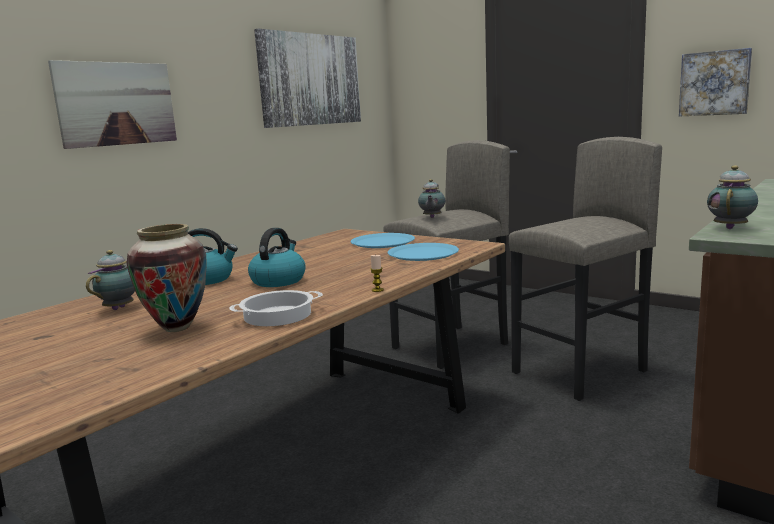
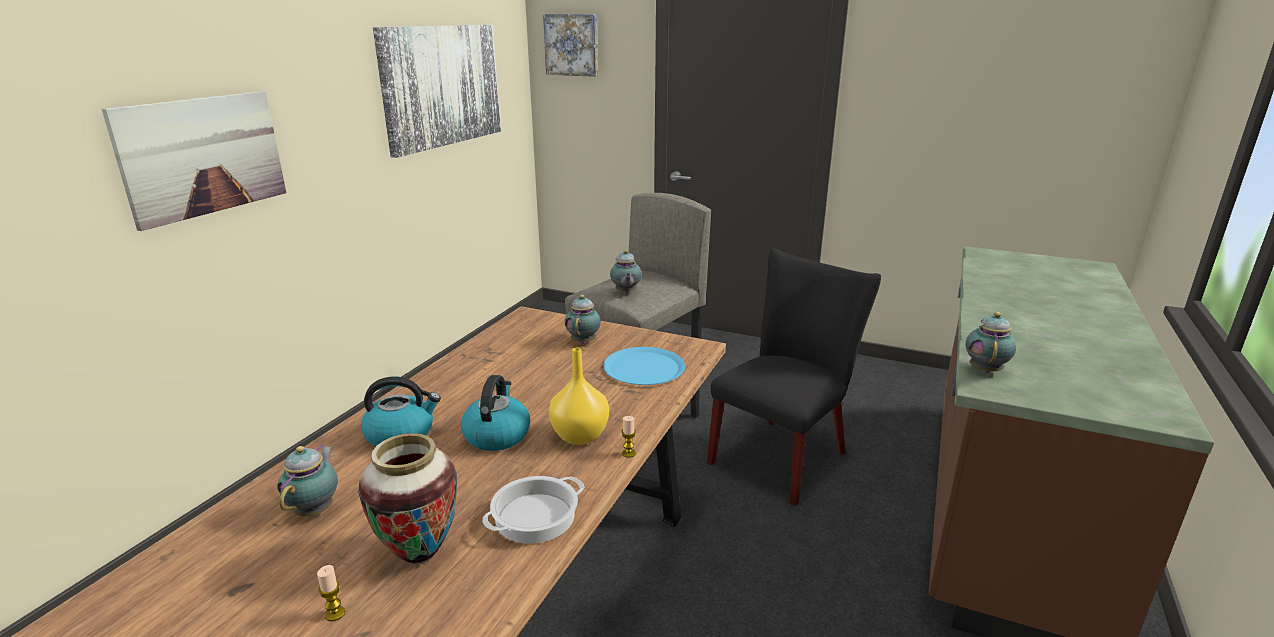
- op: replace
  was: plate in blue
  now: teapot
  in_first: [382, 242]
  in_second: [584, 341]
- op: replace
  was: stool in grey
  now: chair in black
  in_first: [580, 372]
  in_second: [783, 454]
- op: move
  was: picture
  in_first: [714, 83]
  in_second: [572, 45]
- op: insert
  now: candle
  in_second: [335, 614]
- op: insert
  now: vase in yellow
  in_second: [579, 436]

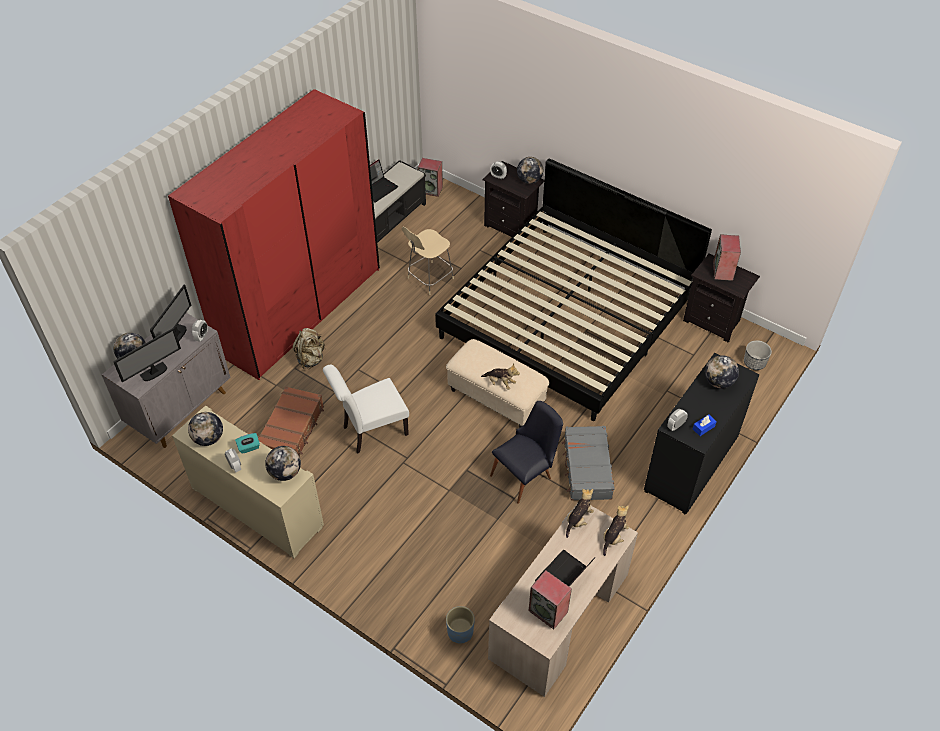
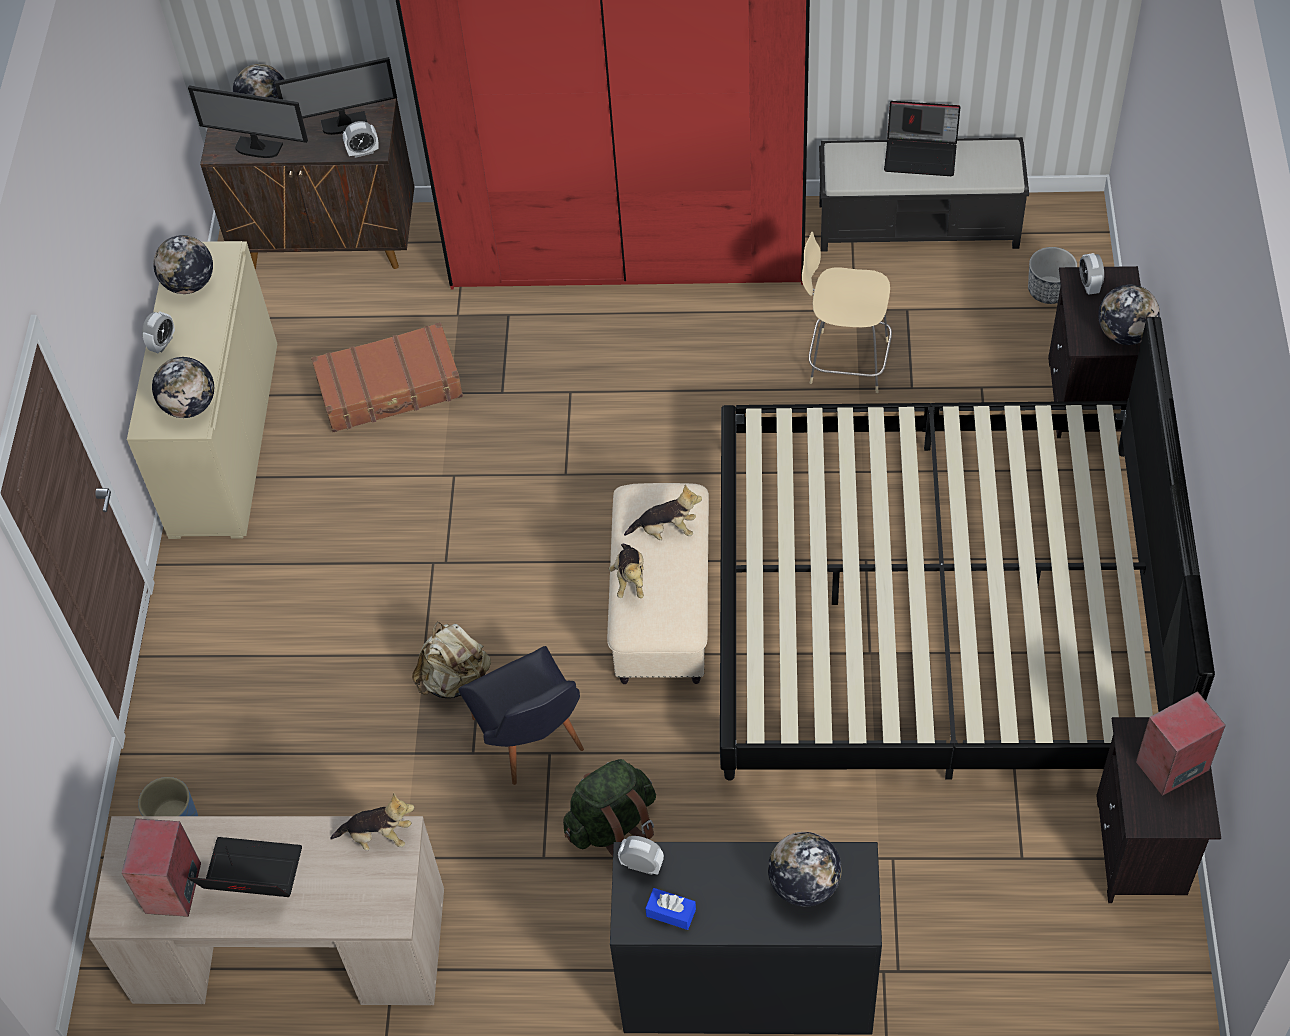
- op: recolor
  was: cabinet in grey
  now: cabinet in brown
  in_first: [181, 409]
  in_second: [329, 241]
- op: delete
  was: tissue box in turquoise
  in_first: [249, 447]
- op: move
  was: backpack in beige
  in_first: [311, 359]
  in_second: [455, 679]
- op: delete
  was: chair in white
  in_first: [371, 431]
- op: delete
  was: speaker
  in_first: [431, 189]
- op: rotate
  was: chair in black
  in_first: [526, 474]
  in_second: [532, 743]
  clockwise: 45
- op: replace
  was: suitcase in grey
  now: backpack in green
  in_first: [586, 468]
  in_second: [612, 825]
- op: move
  was: plush toy
  in_first: [614, 536]
  in_second: [666, 530]
- op: move
  was: planter
  in_first: [754, 363]
  in_second: [1049, 291]

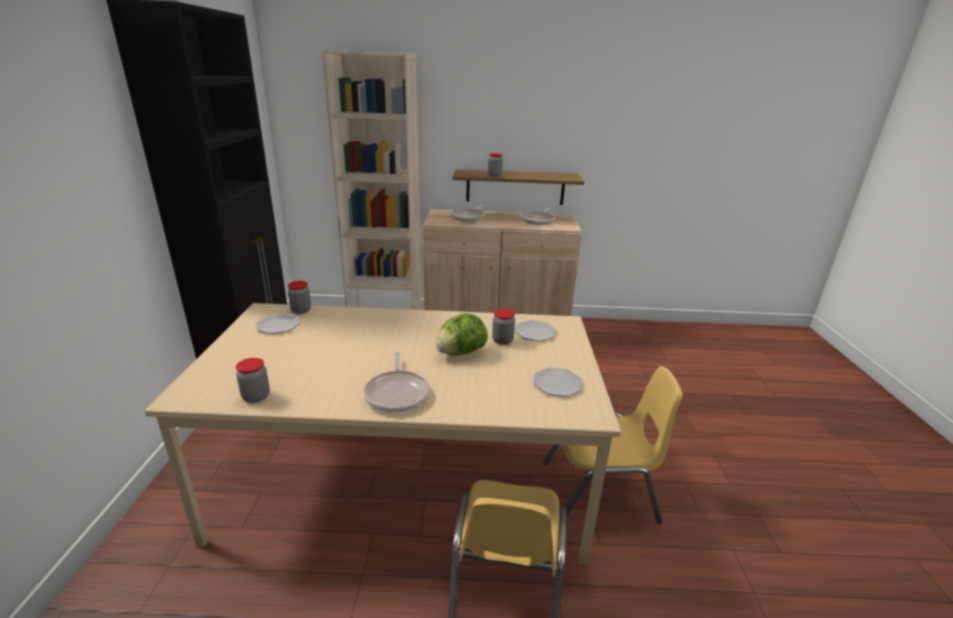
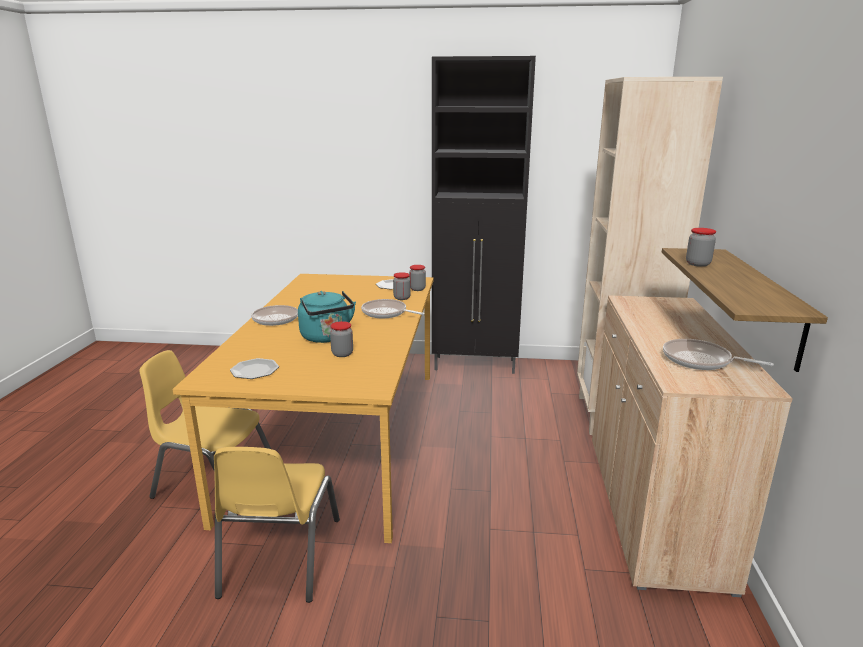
- op: recolor
  was: dining table in beige
  now: dining table in orange
  in_first: [408, 478]
  in_second: [342, 438]
- op: move
  was: jar
  in_first: [256, 396]
  in_second: [402, 298]
- op: replace
  was: lettuce
  now: kettle in turquoise
  in_first: [460, 352]
  in_second: [327, 337]
- op: move
  was: frying pan
  in_first: [468, 217]
  in_second: [386, 313]
- op: delete
  was: plate
  in_first: [535, 332]

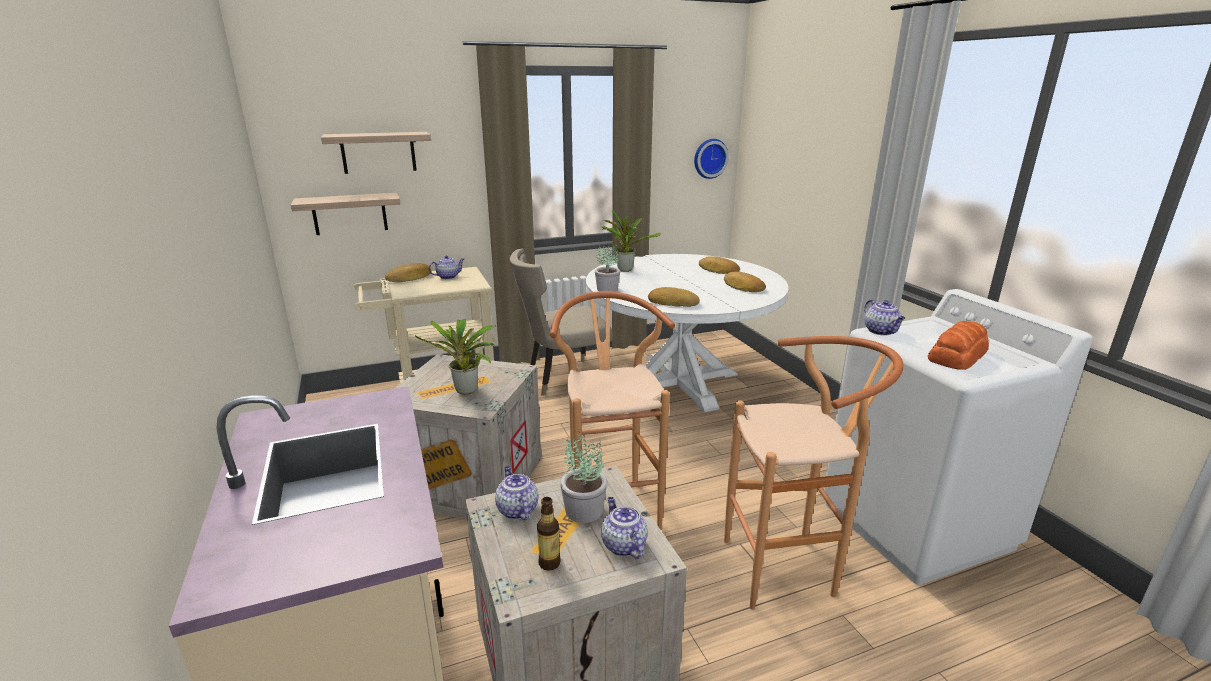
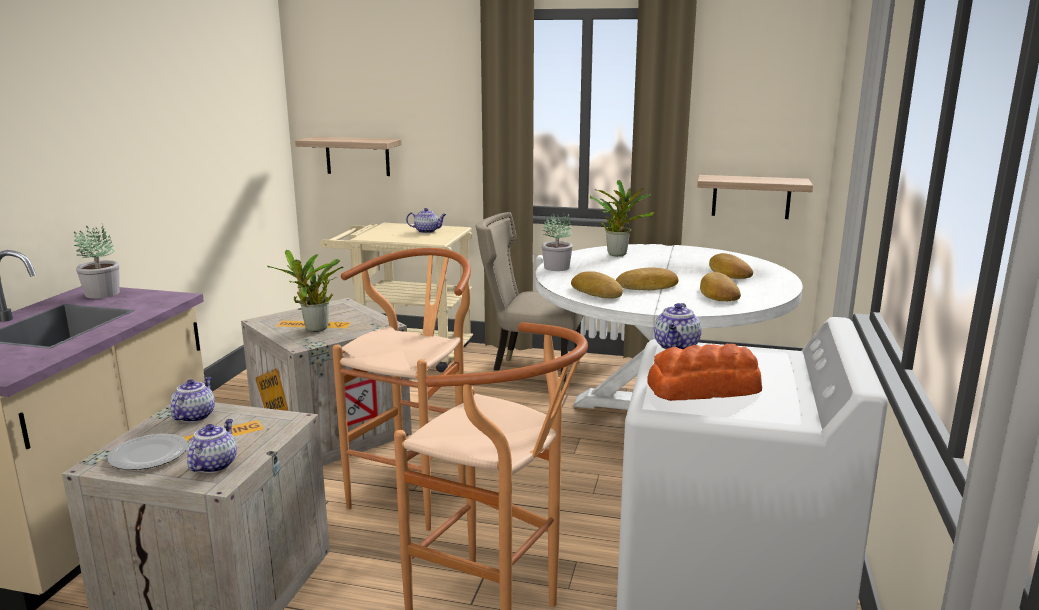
- op: move
  was: shelf
  in_first: [378, 152]
  in_second: [751, 197]
- op: move
  was: bread
  in_first: [410, 277]
  in_second: [648, 286]
- op: replace
  was: bottle
  now: plate
  in_first: [549, 563]
  in_second: [150, 455]
- op: move
  was: potted plant
  in_first: [583, 510]
  in_second: [102, 293]
- op: delete
  was: wall clock
  in_first: [709, 158]

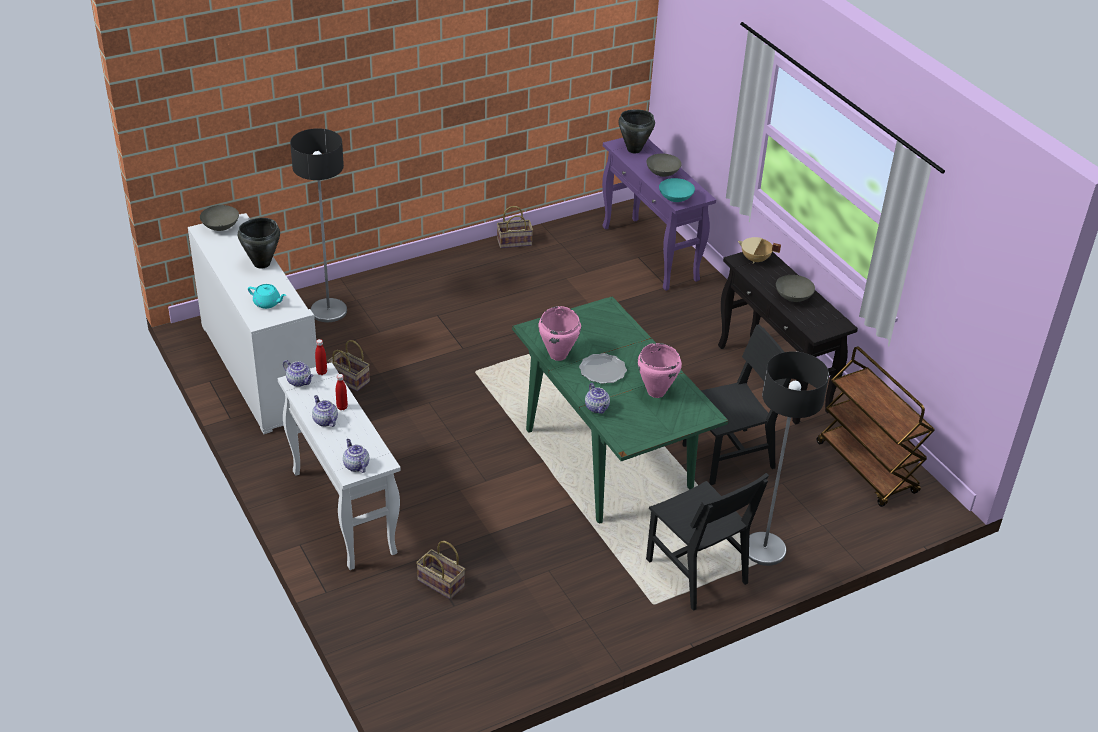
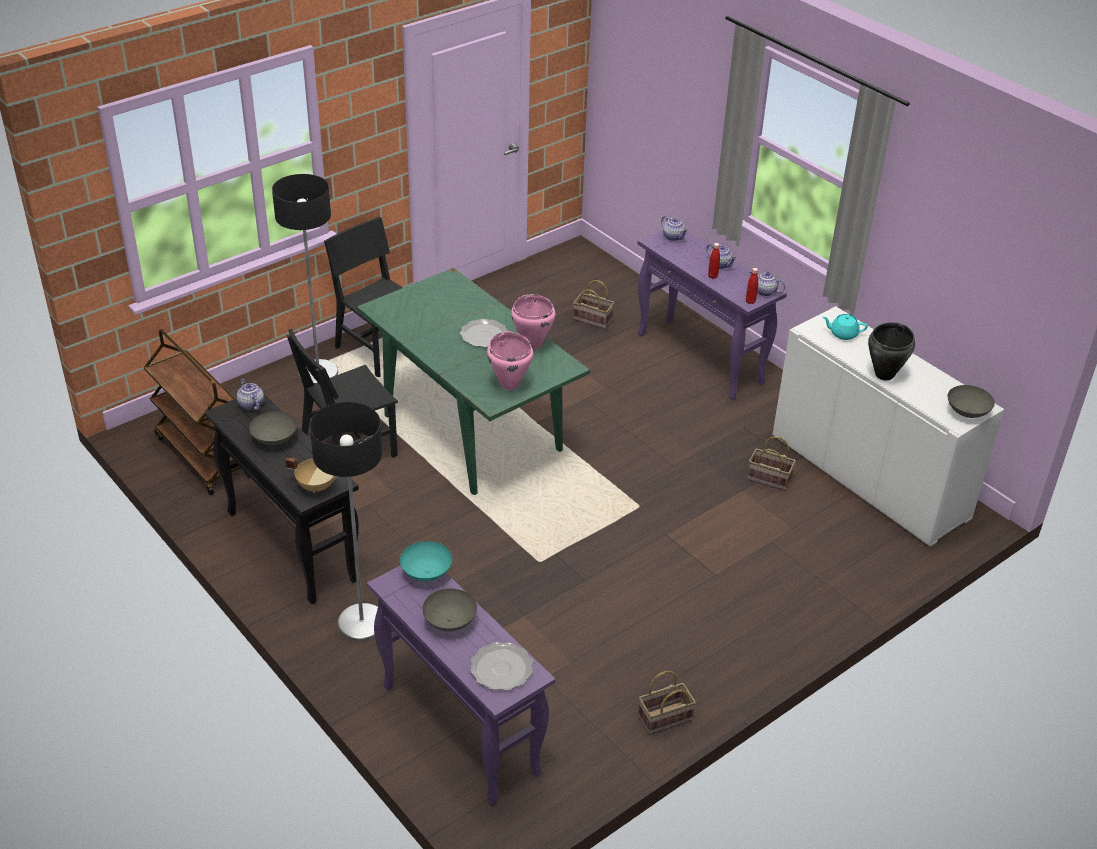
- op: recolor
  was: console table in white
  now: console table in purple
  in_first: [342, 511]
  in_second: [701, 359]
- op: move
  was: floor lamp
  in_first: [329, 311]
  in_second: [361, 623]
- op: move
  was: teapot
  in_first: [597, 408]
  in_second: [250, 404]
- op: replace
  was: cooking pot in black
  now: plate
  in_first: [633, 149]
  in_second: [502, 669]
- op: move
  was: cooking pot in pink
  in_first: [656, 392]
  in_second: [510, 384]

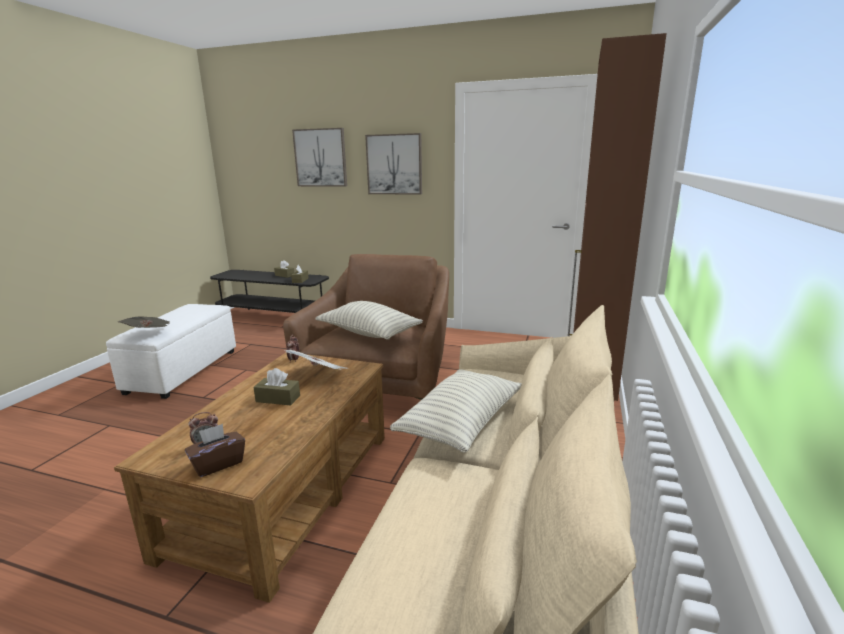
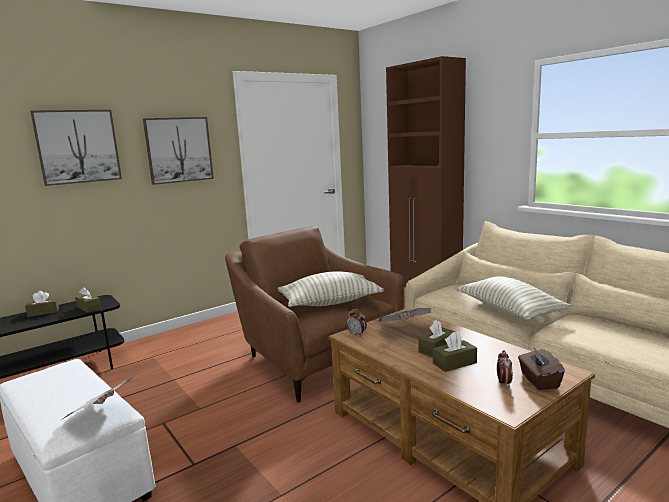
- op: insert
  now: tissue box in brown
  in_second: [454, 363]

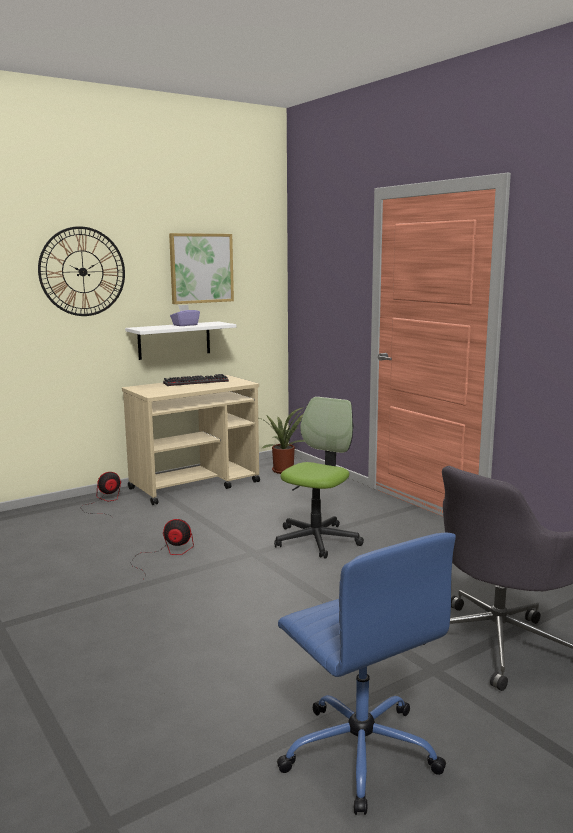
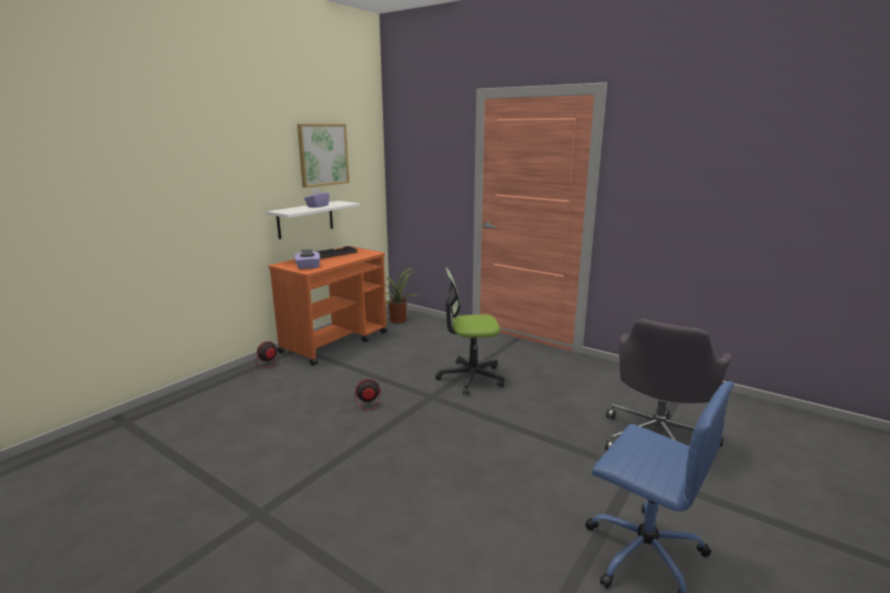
- op: delete
  was: wall clock
  in_first: [82, 271]
- op: recolor
  was: cart in beige
  now: cart in orange
  in_first: [195, 485]
  in_second: [335, 342]
- op: rotate
  was: office chair
  in_first: [317, 540]
  in_second: [470, 377]
  clockwise: -105
- op: insert
  now: tissue box in purple
  in_second: [308, 267]

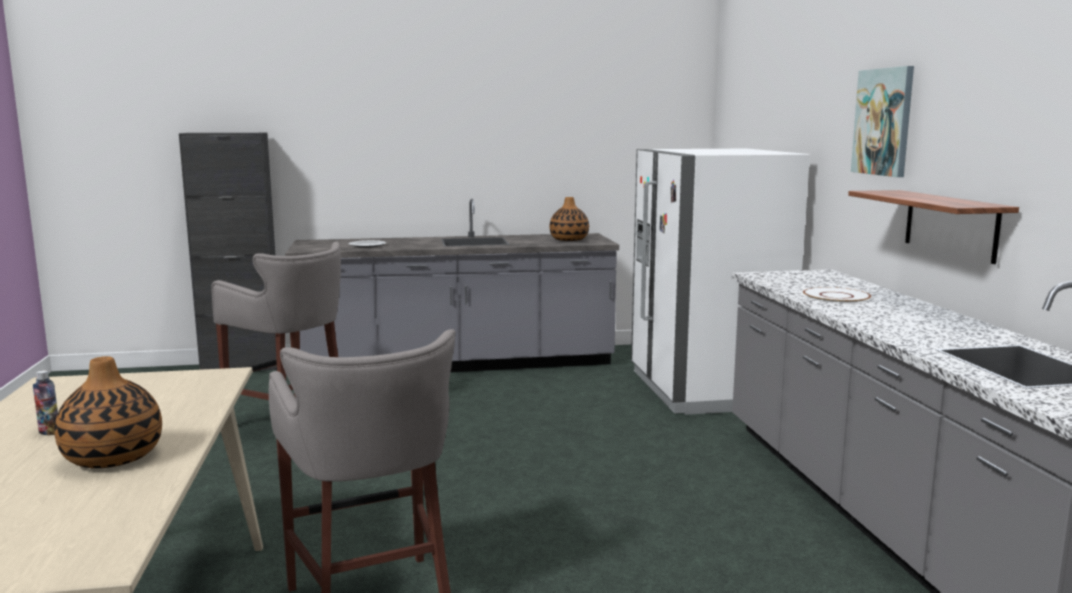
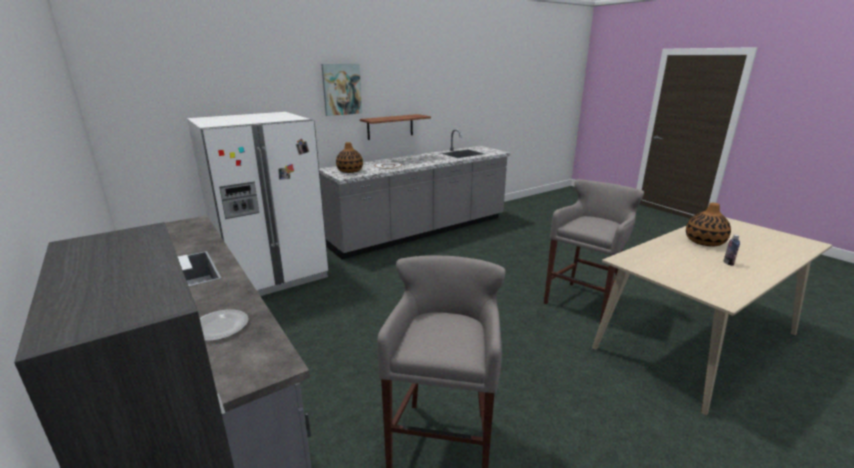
- op: move
  was: vase
  in_first: [569, 239]
  in_second: [350, 171]

